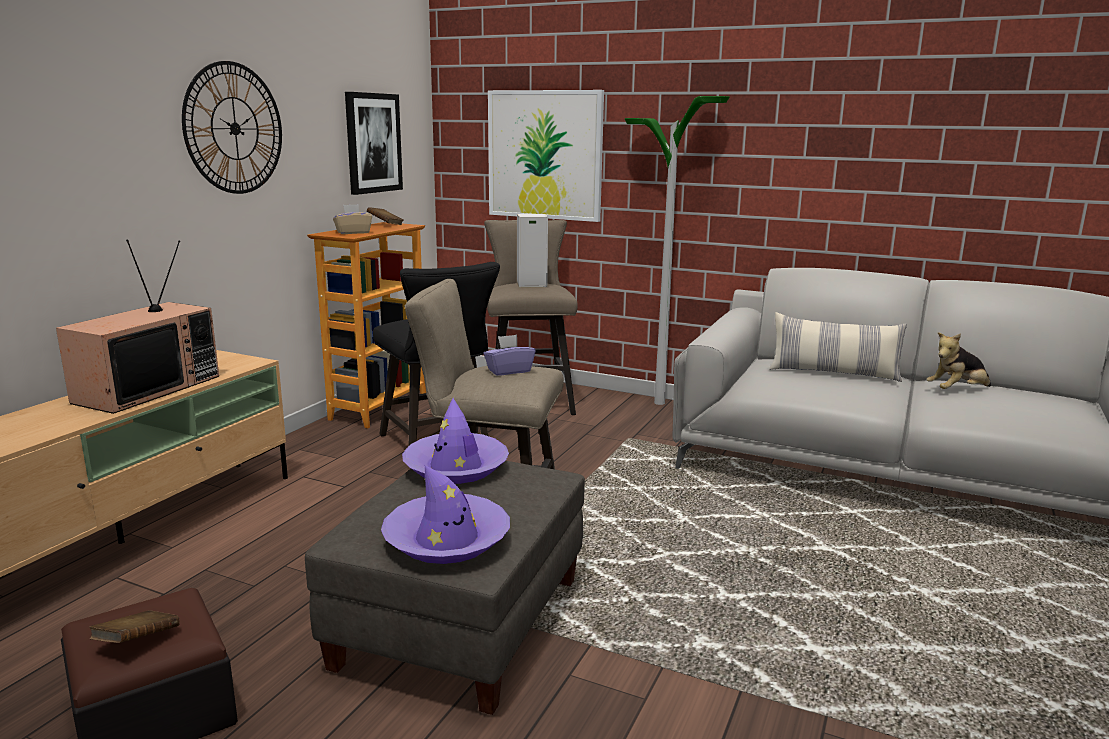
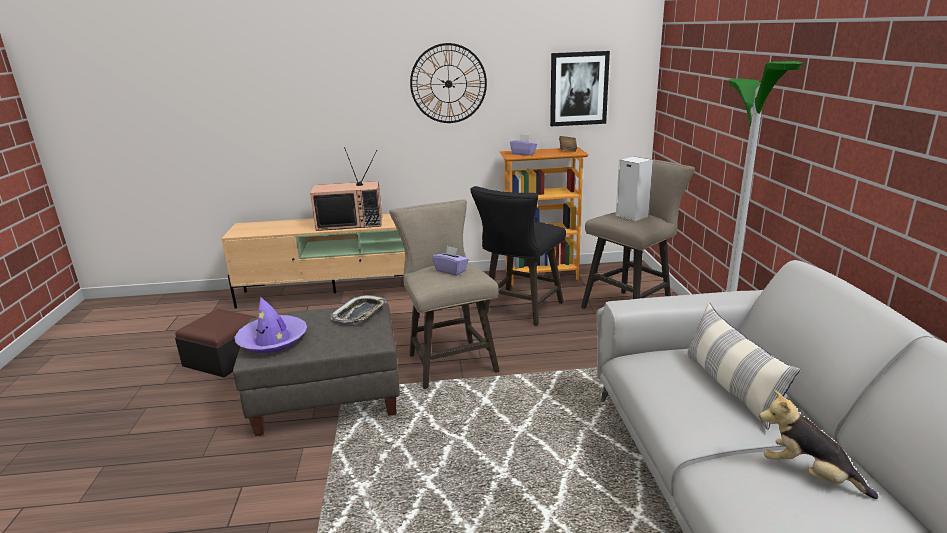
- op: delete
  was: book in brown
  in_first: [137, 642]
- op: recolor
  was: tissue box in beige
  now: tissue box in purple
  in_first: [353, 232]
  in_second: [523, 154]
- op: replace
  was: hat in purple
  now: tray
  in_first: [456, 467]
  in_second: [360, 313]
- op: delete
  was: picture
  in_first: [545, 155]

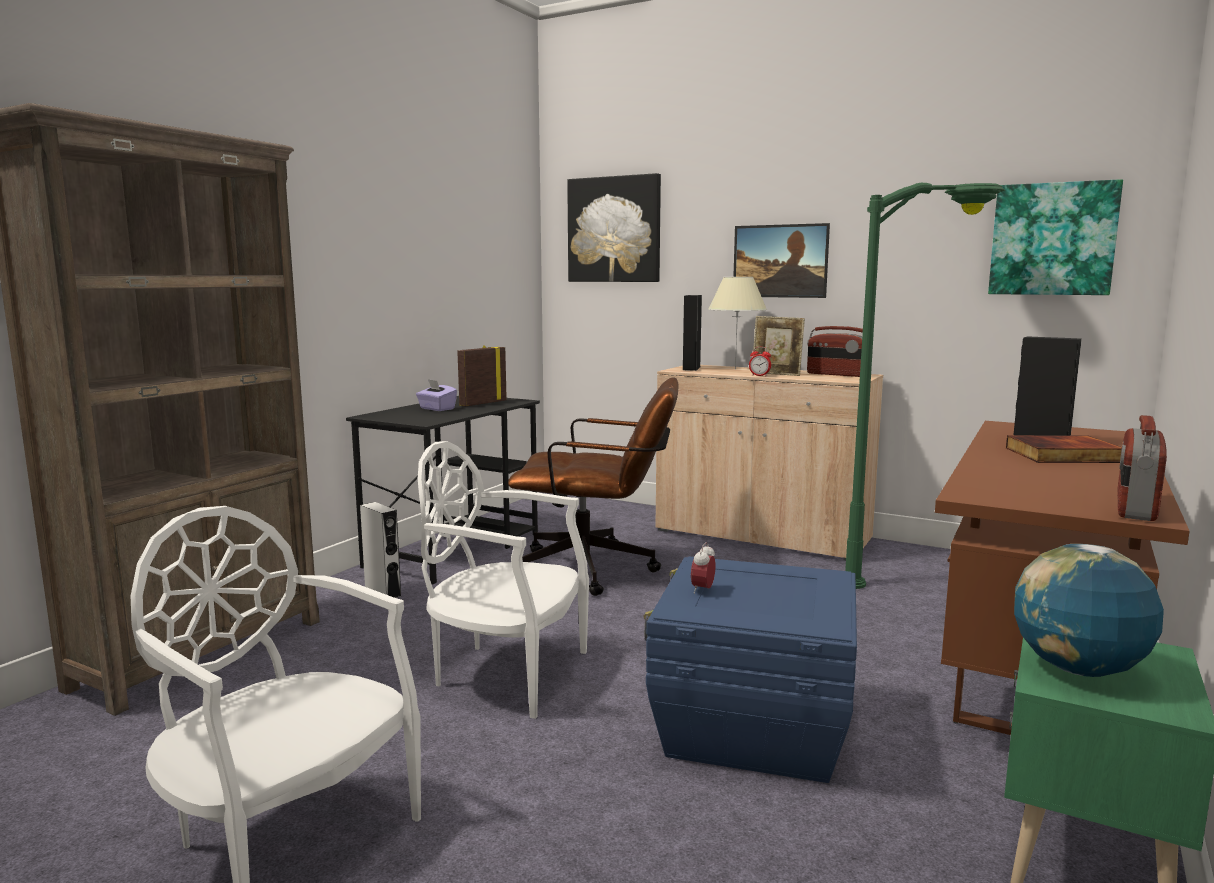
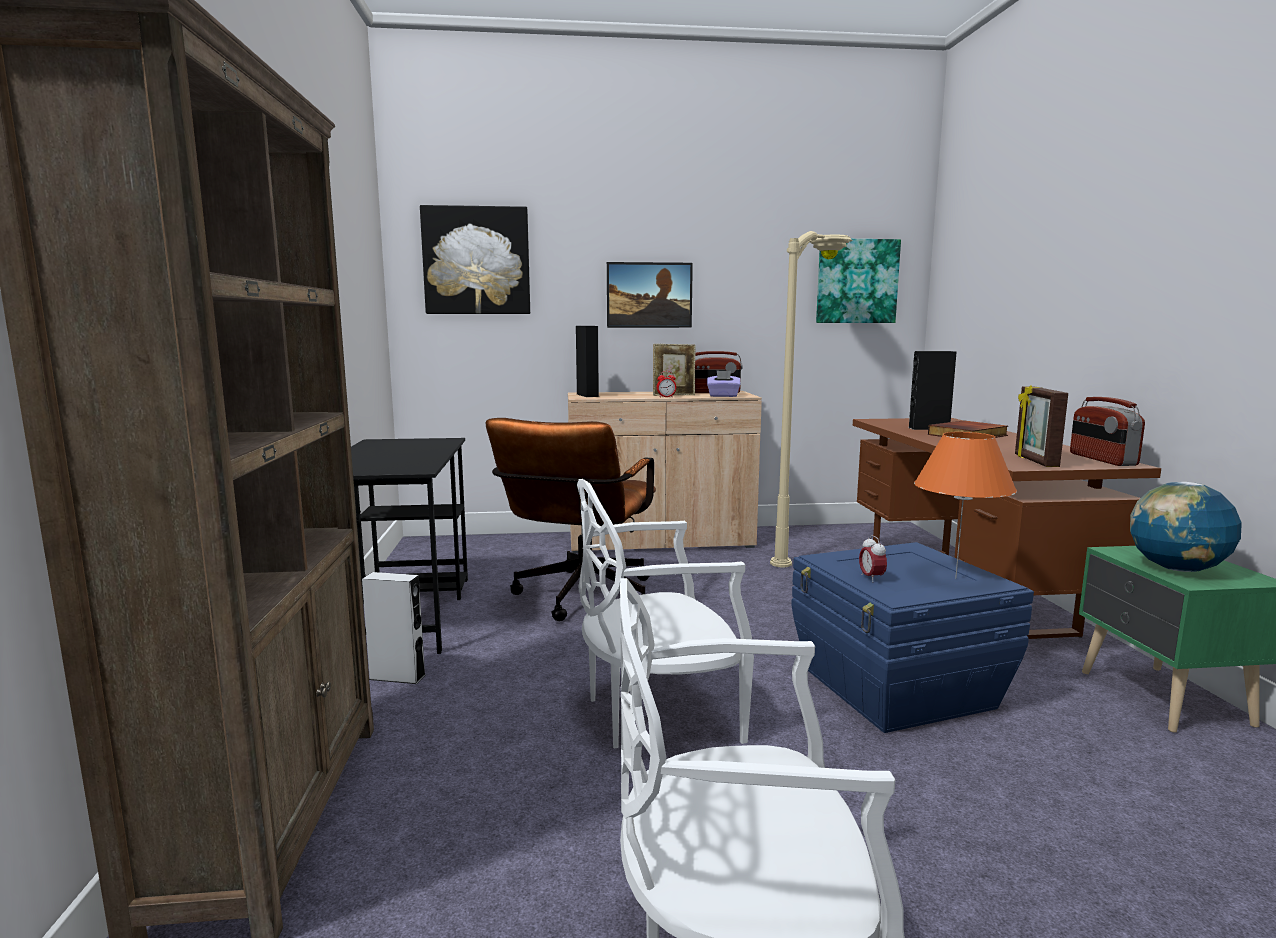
- op: move
  was: tissue box in purple
  in_first: [436, 409]
  in_second: [723, 396]
- op: move
  was: picture frame
  in_first: [482, 403]
  in_second: [1034, 461]
- op: rotate
  was: office chair in brown
  in_first: [597, 570]
  in_second: [580, 599]
  clockwise: 135
- op: delete
  was: table lamp in beige
  in_first: [735, 369]
- op: recolor
  was: floor lamp in green
  now: floor lamp in beige
  in_first: [917, 574]
  in_second: [806, 547]
- op: insert
  now: table lamp in orange
  in_second: [956, 578]

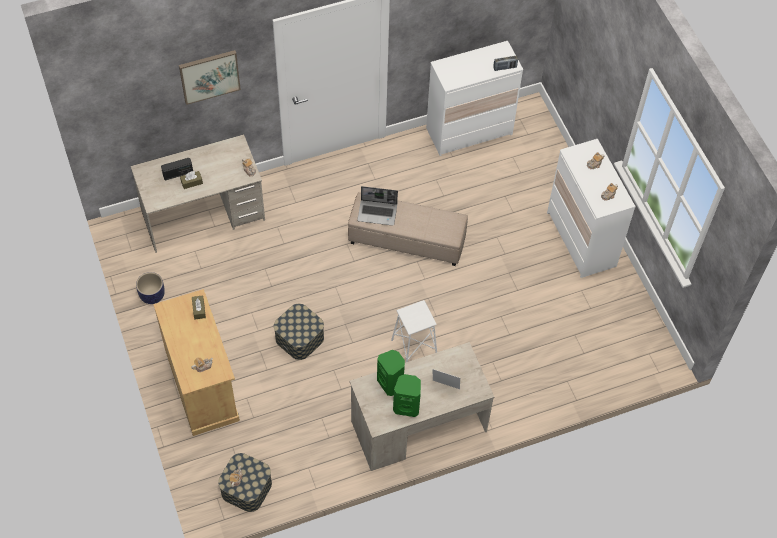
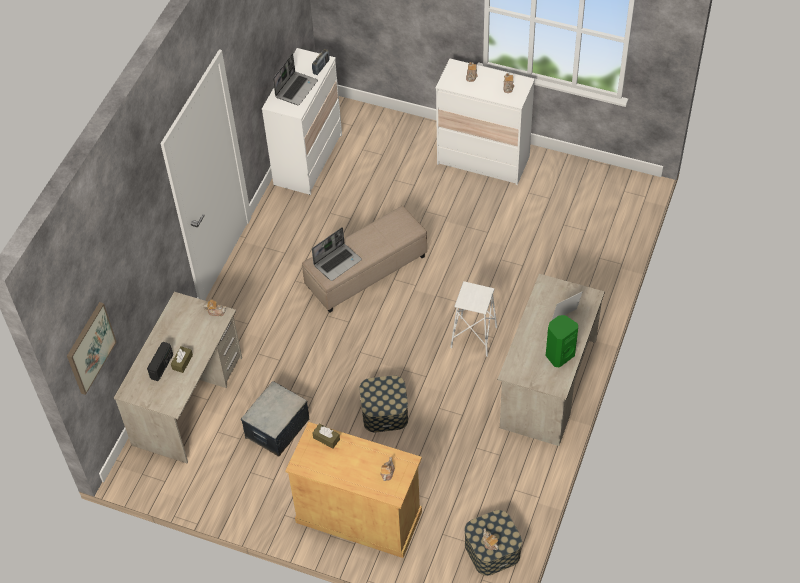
- op: delete
  was: planter
  in_first: [152, 295]
- op: move
  was: picture
  in_first: [209, 76]
  in_second: [90, 348]
- op: delete
  was: speaker in green
  in_first: [391, 383]
- op: insert
  now: storage box
  in_second: [277, 428]
- op: insert
  now: laptop
  in_second: [296, 89]

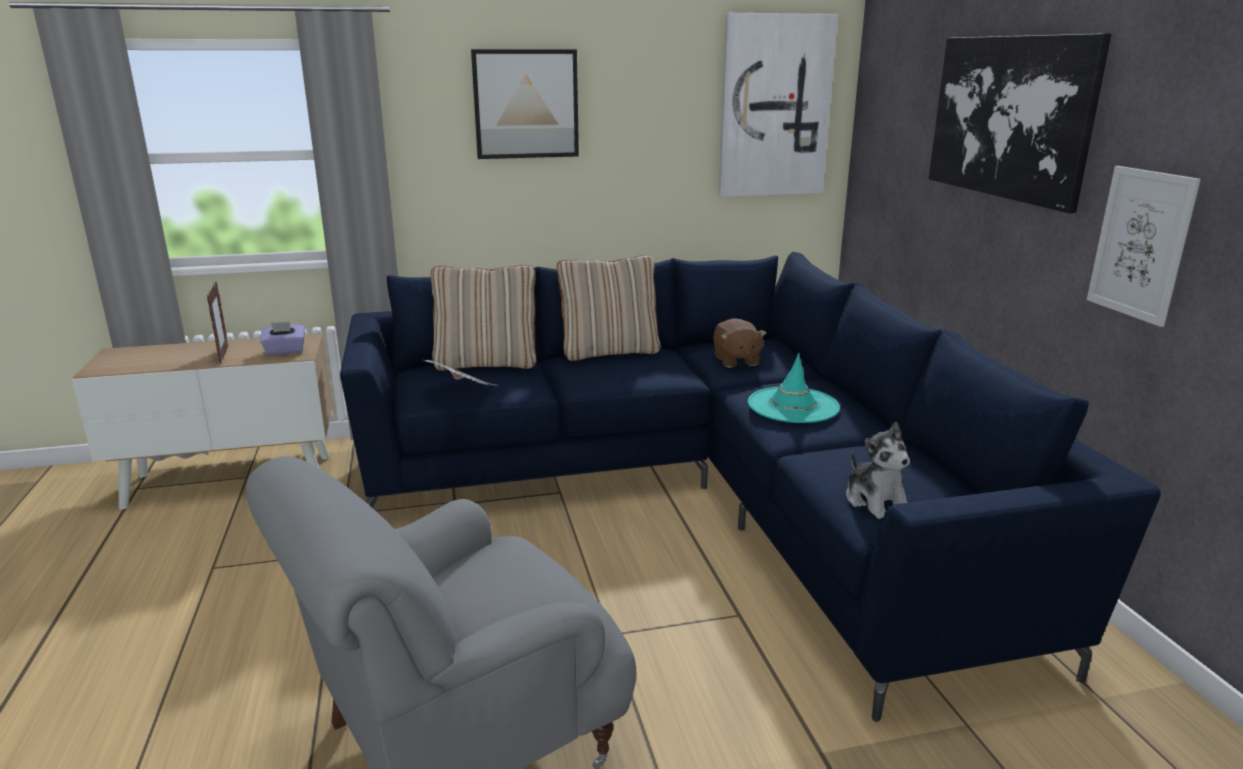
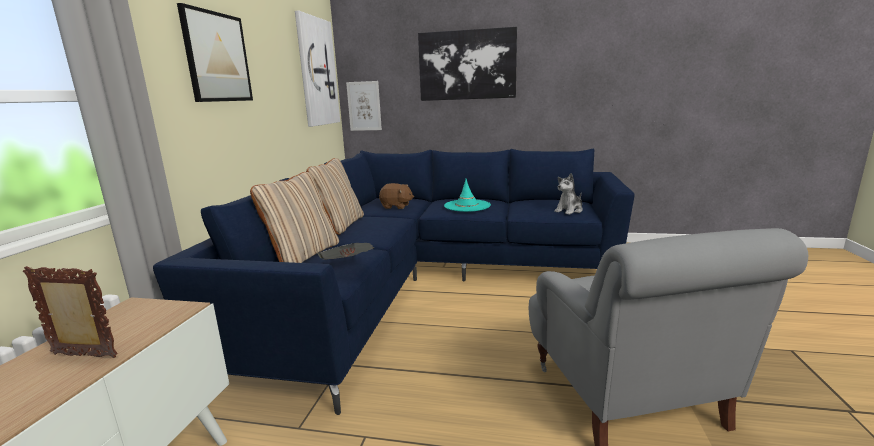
- op: delete
  was: tissue box in purple
  in_first: [285, 351]
- op: rotate
  was: plush toy
  in_first: [875, 501]
  in_second: [569, 210]
  clockwise: 135
- op: move
  was: picture
  in_first: [1140, 244]
  in_second: [364, 106]

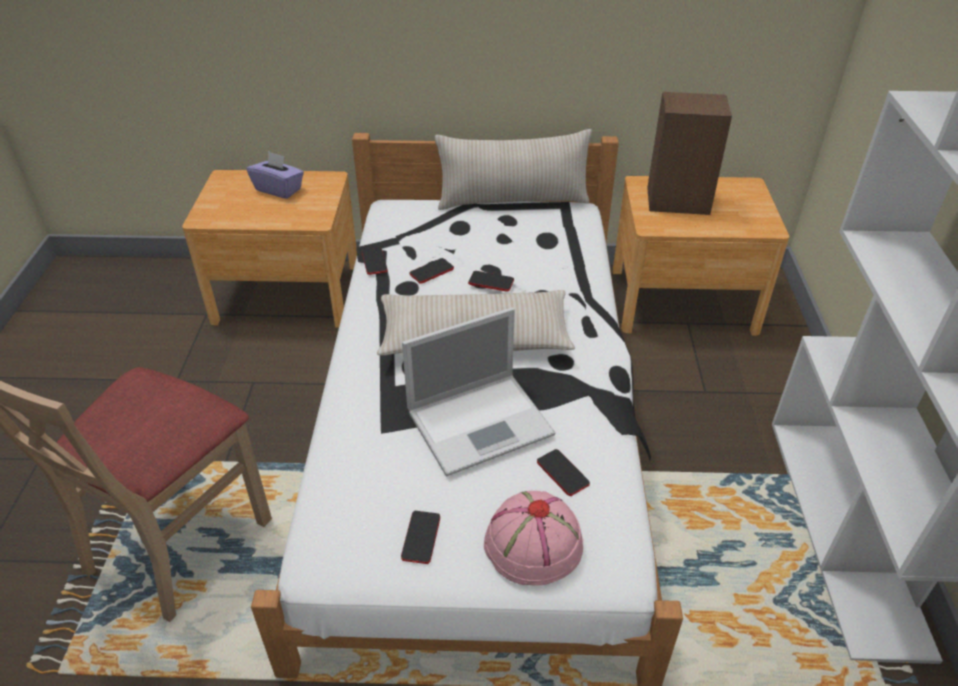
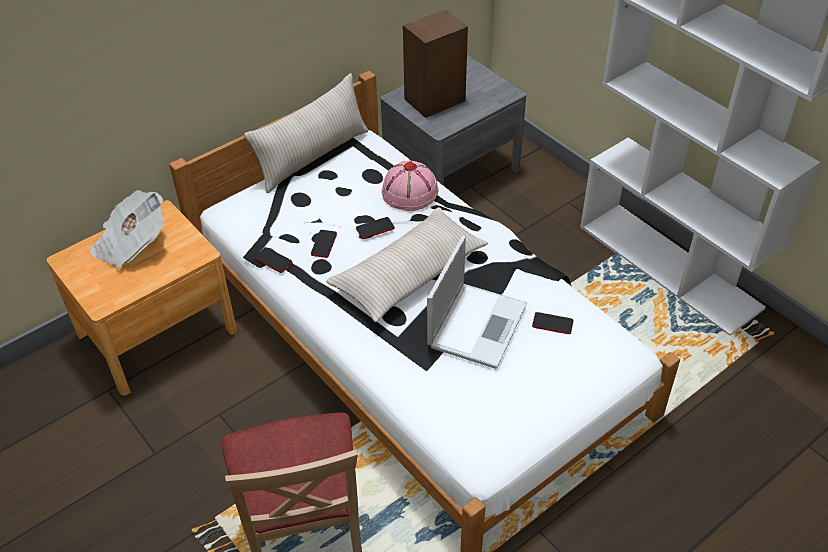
- op: replace
  was: tissue box in purple
  now: newspaper
  in_first: [279, 189]
  in_second: [131, 244]
- op: delete
  was: phone
  in_first: [421, 537]
- op: move
  was: hat in pink
  in_first: [532, 544]
  in_second: [409, 192]
- op: recolor
  was: nightstand in brown
  now: nightstand in grey
  in_first: [682, 300]
  in_second: [451, 171]

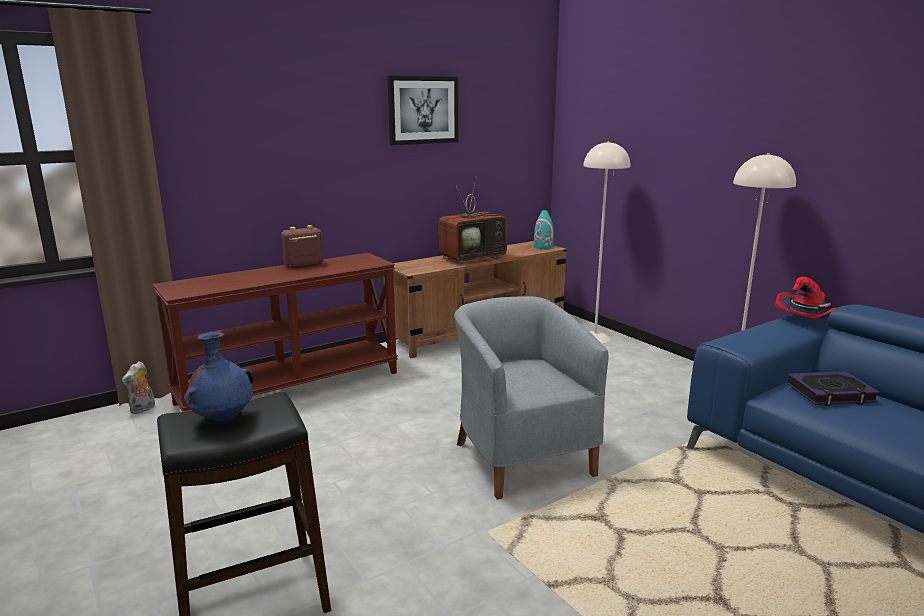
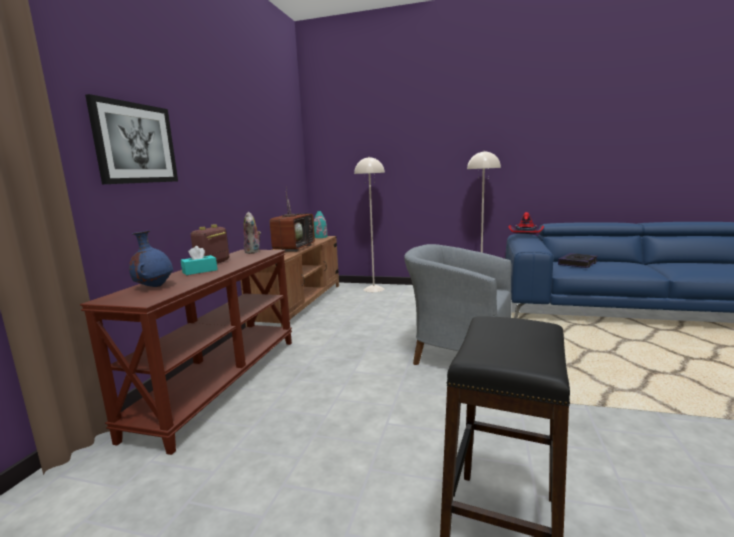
- op: move
  was: plush toy
  in_first: [143, 409]
  in_second: [253, 252]
- op: move
  was: vase in blue
  in_first: [224, 419]
  in_second: [154, 287]
- op: move
  was: picture
  in_first: [423, 110]
  in_second: [135, 143]
- op: insert
  now: tissue box in turquoise
  in_second: [200, 271]

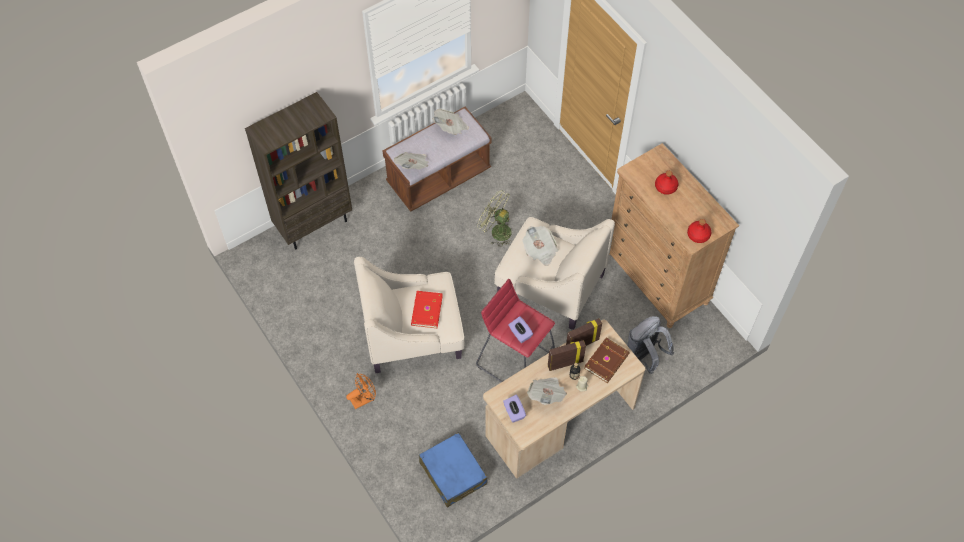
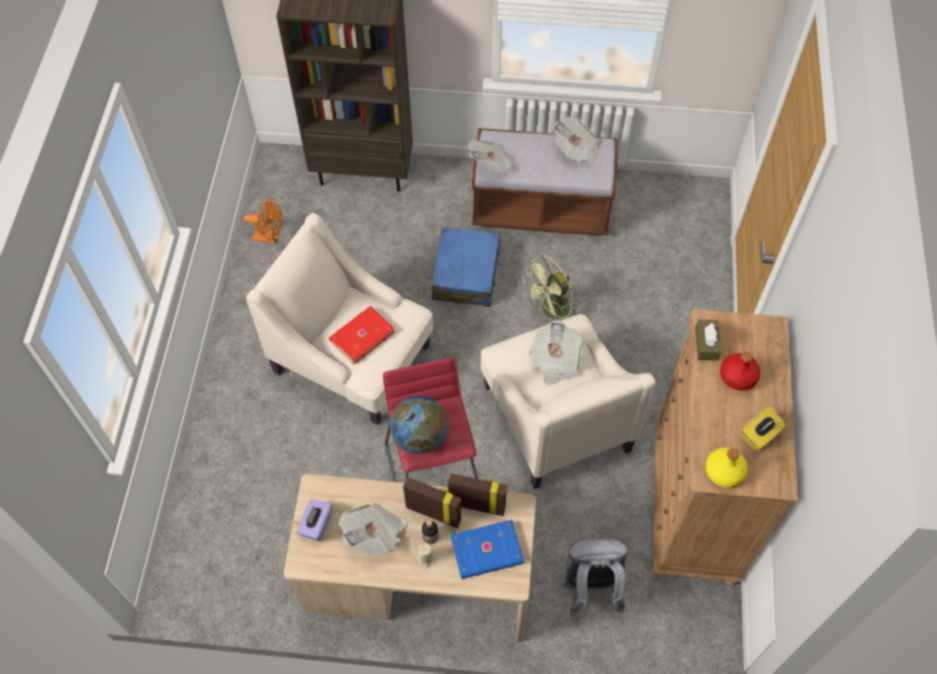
- op: move
  was: fan in orange
  in_first: [364, 399]
  in_second: [270, 237]
- op: move
  was: suitcase in blue
  in_first: [453, 473]
  in_second: [466, 274]
- op: rotate
  was: fan in green
  in_first: [496, 231]
  in_second: [550, 311]
  clockwise: -105
- op: replace
  was: tissue box in purple
  now: globe
  in_first: [520, 334]
  in_second: [420, 437]
- op: recolor
  was: book in brown
  now: book in blue
  in_first: [607, 361]
  in_second: [487, 552]
- op: recolor
  was: bottle in red
  now: bottle in yellow
  in_first: [698, 235]
  in_second: [724, 471]
- op: insert
  now: tissue box in brown
  in_second: [706, 344]
- op: insert
  now: tissue box in yellow
  in_second: [759, 435]

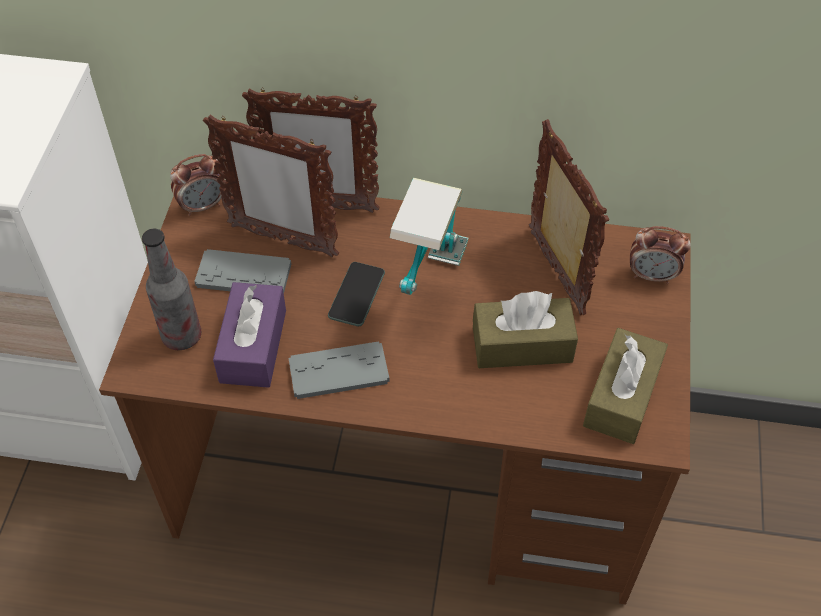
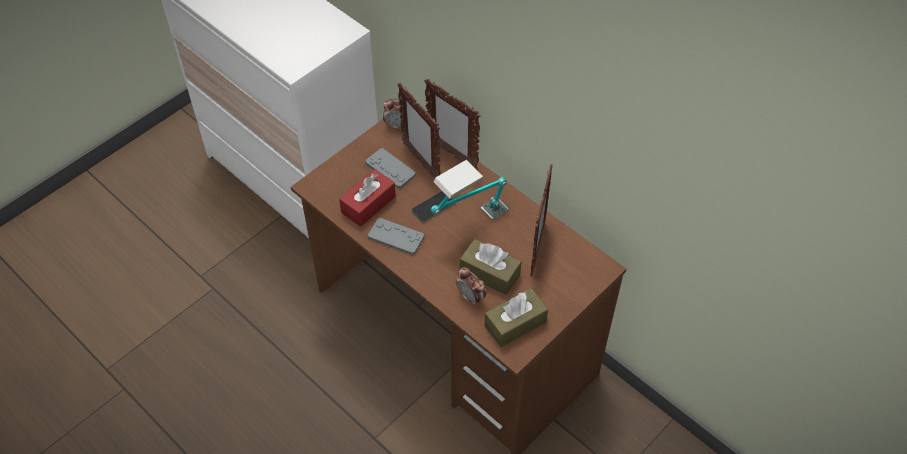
- op: delete
  was: bottle
  in_first: [182, 336]
- op: recolor
  was: tissue box in purple
  now: tissue box in red
  in_first: [253, 346]
  in_second: [368, 204]
- op: move
  was: alarm clock
  in_first: [652, 275]
  in_second: [471, 297]

